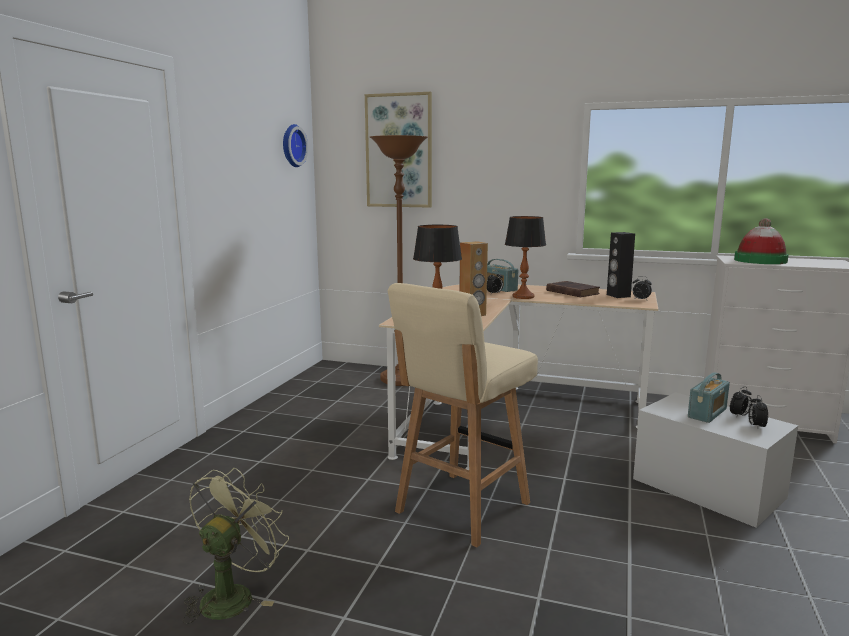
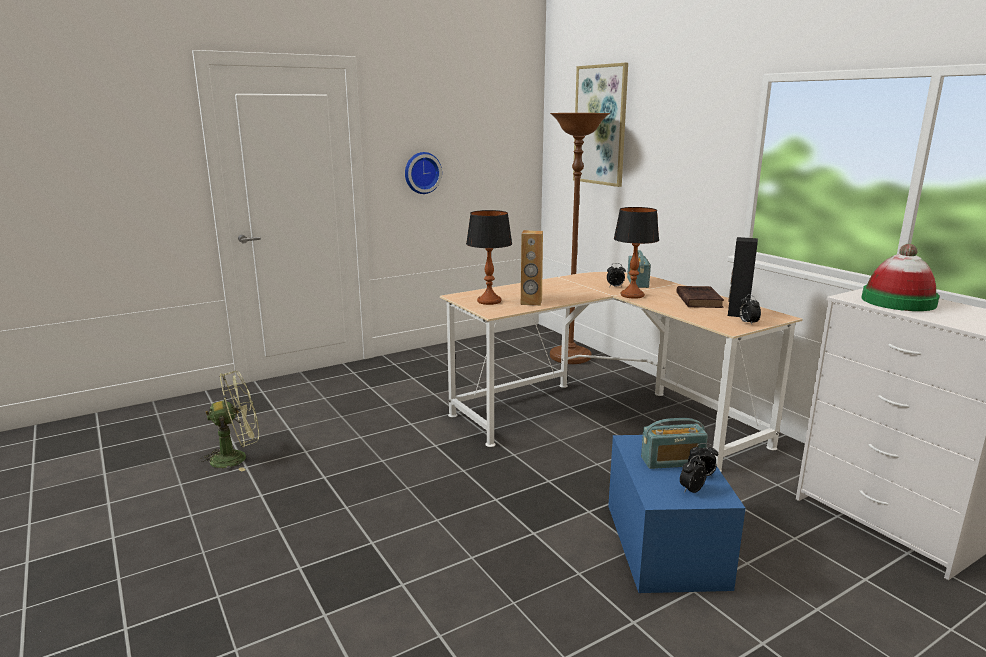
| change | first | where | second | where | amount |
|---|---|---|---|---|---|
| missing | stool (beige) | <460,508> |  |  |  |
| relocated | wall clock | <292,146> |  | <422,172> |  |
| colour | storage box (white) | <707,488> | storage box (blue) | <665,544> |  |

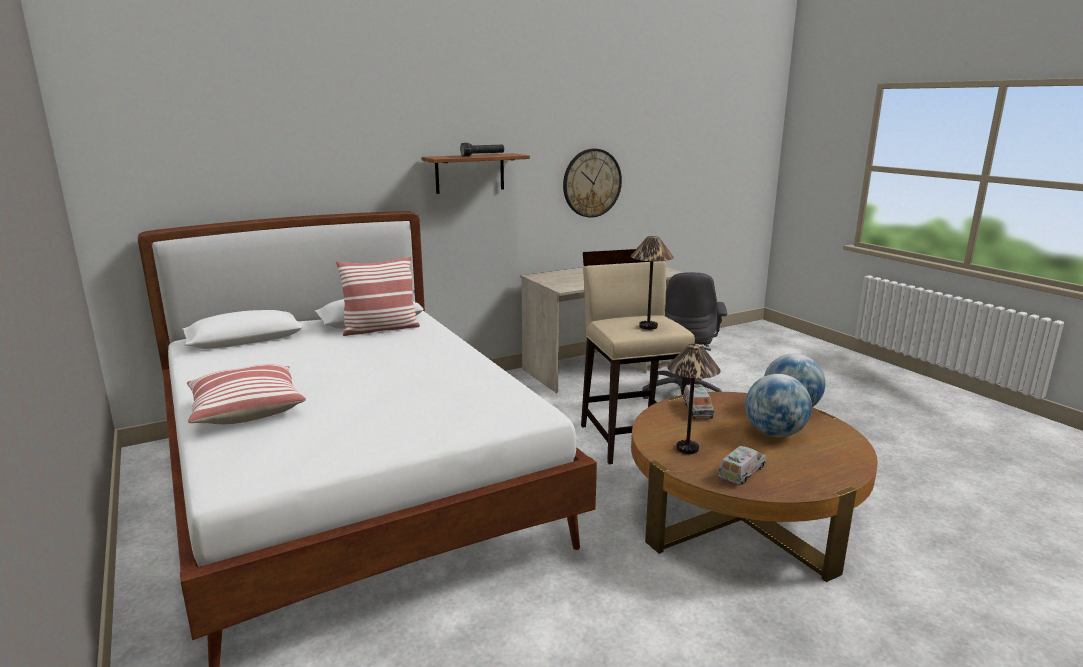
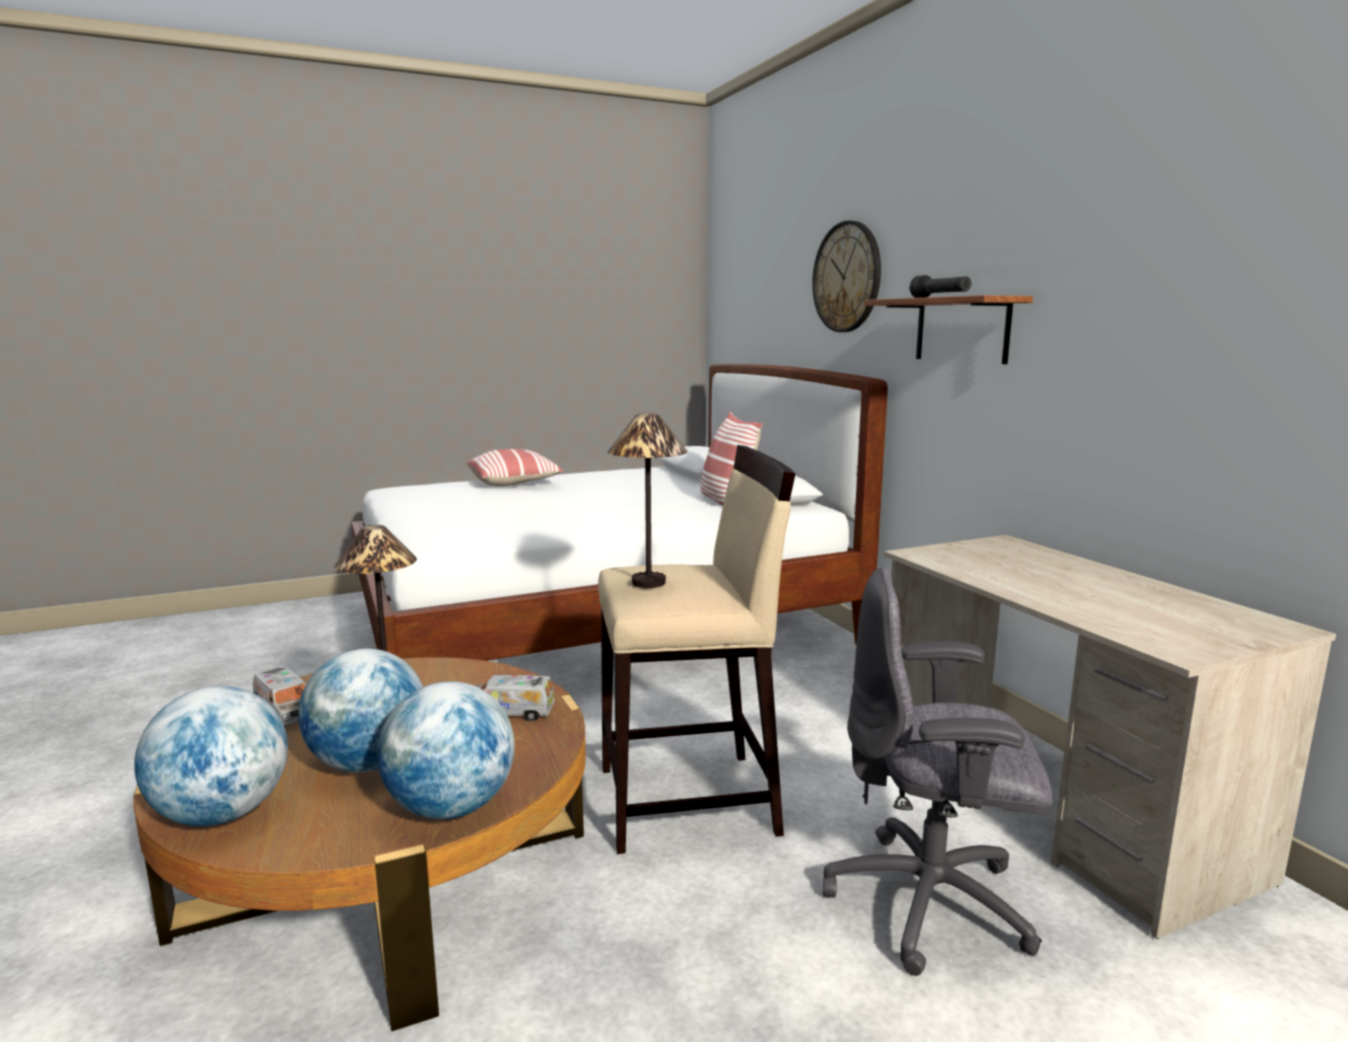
| change | first | where | second | where | amount |
|---|---|---|---|---|---|
| appeared |  |  | globe | <222,814> |  |
| relocated | wall clock | <592,183> |  | <847,277> |  |

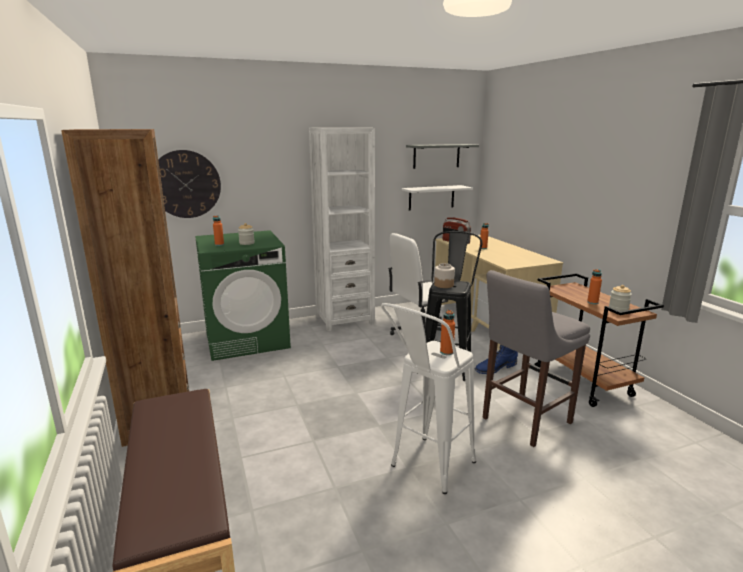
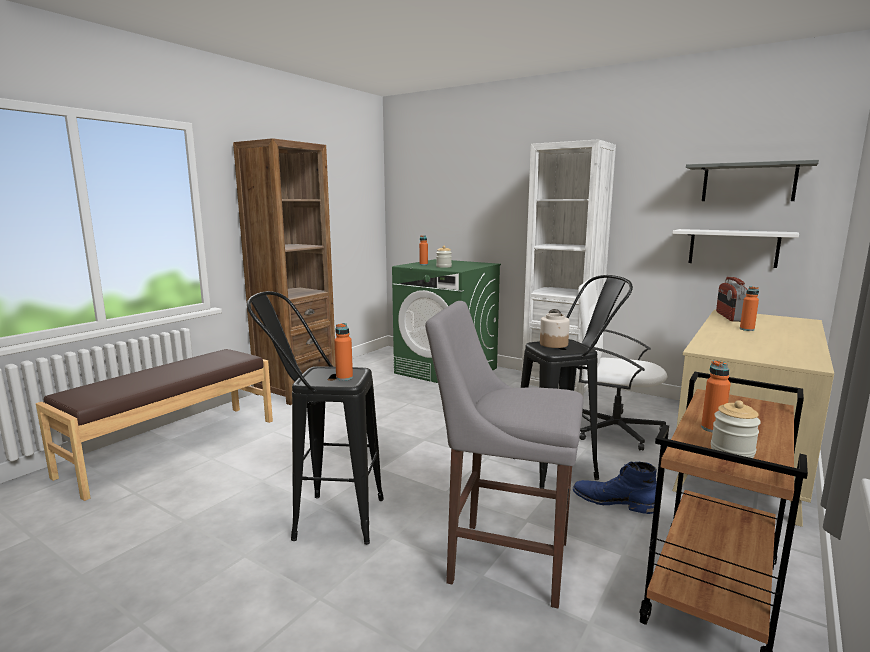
| change | first | where | second | where | amount |
|---|---|---|---|---|---|
| missing | wall clock | <185,184> |  |  |  |
| colour | stool (white) | <426,471> | stool (black) | <324,518> |  |

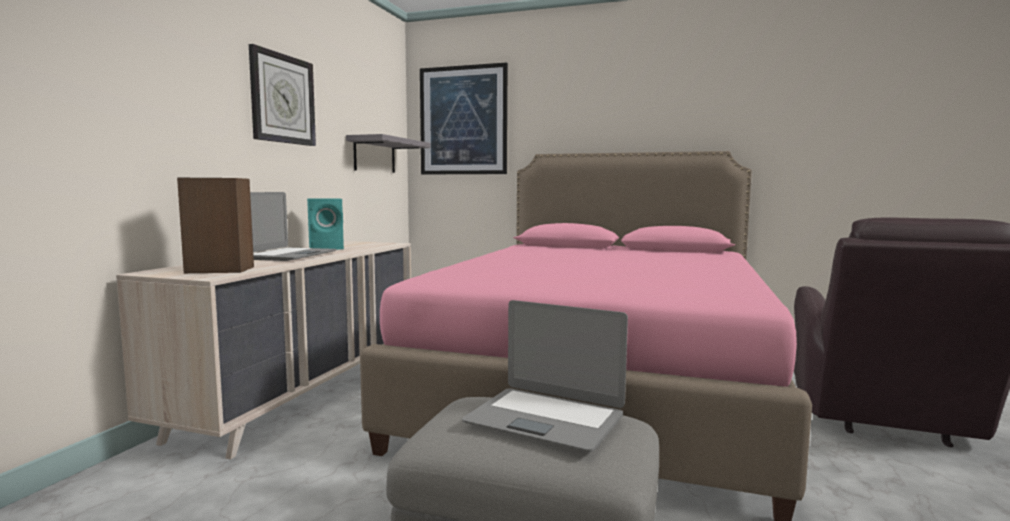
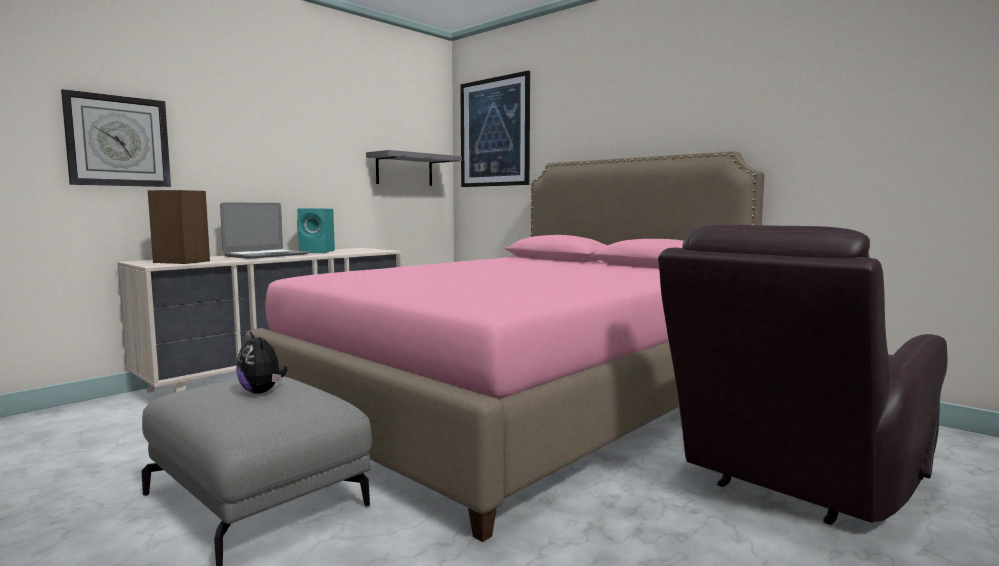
| change | first | where | second | where | amount |
|---|---|---|---|---|---|
| relocated | wall clock | <282,99> |  | <118,141> |  |
| exchanged | laptop | <545,419> | plush toy | <262,392> |  |

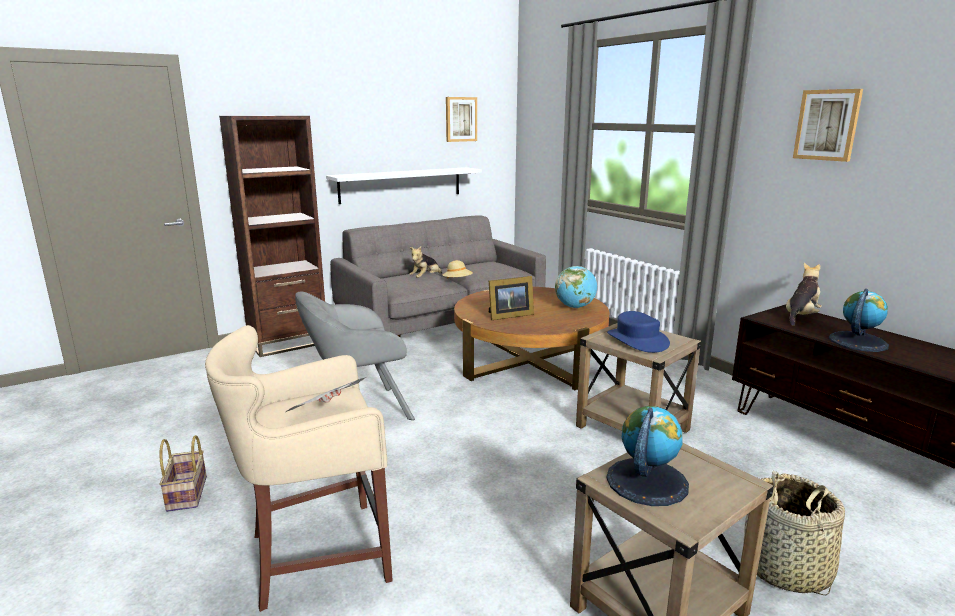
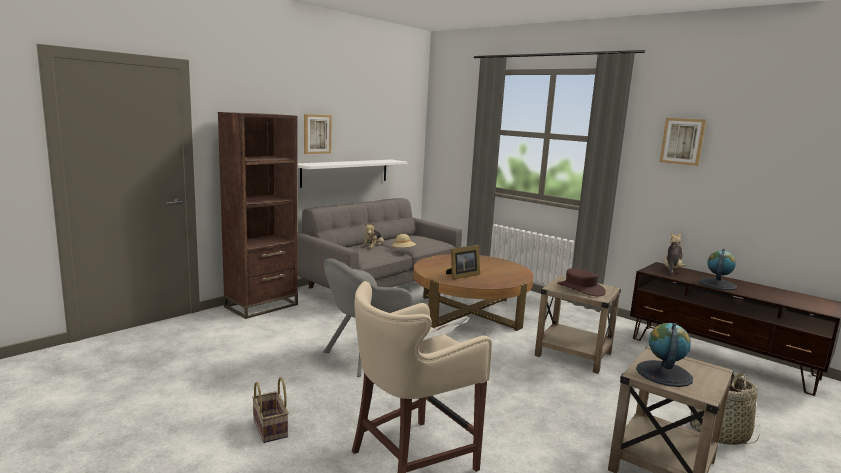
| change | first | where | second | where | amount |
|---|---|---|---|---|---|
| missing | globe | <575,307> |  |  |  |
| relocated | picture | <461,119> |  | <317,134> |  |
| colour | hat (blue) | <637,340> | hat (brown) | <580,288> |  |

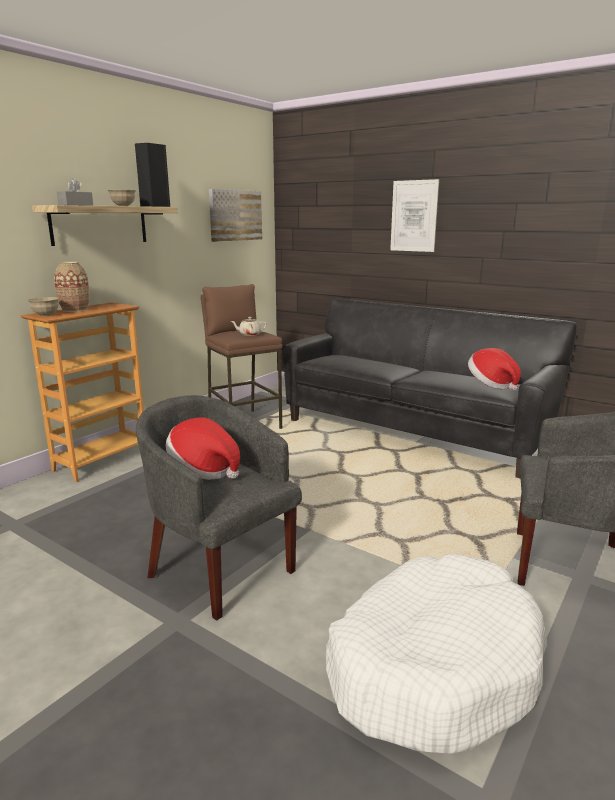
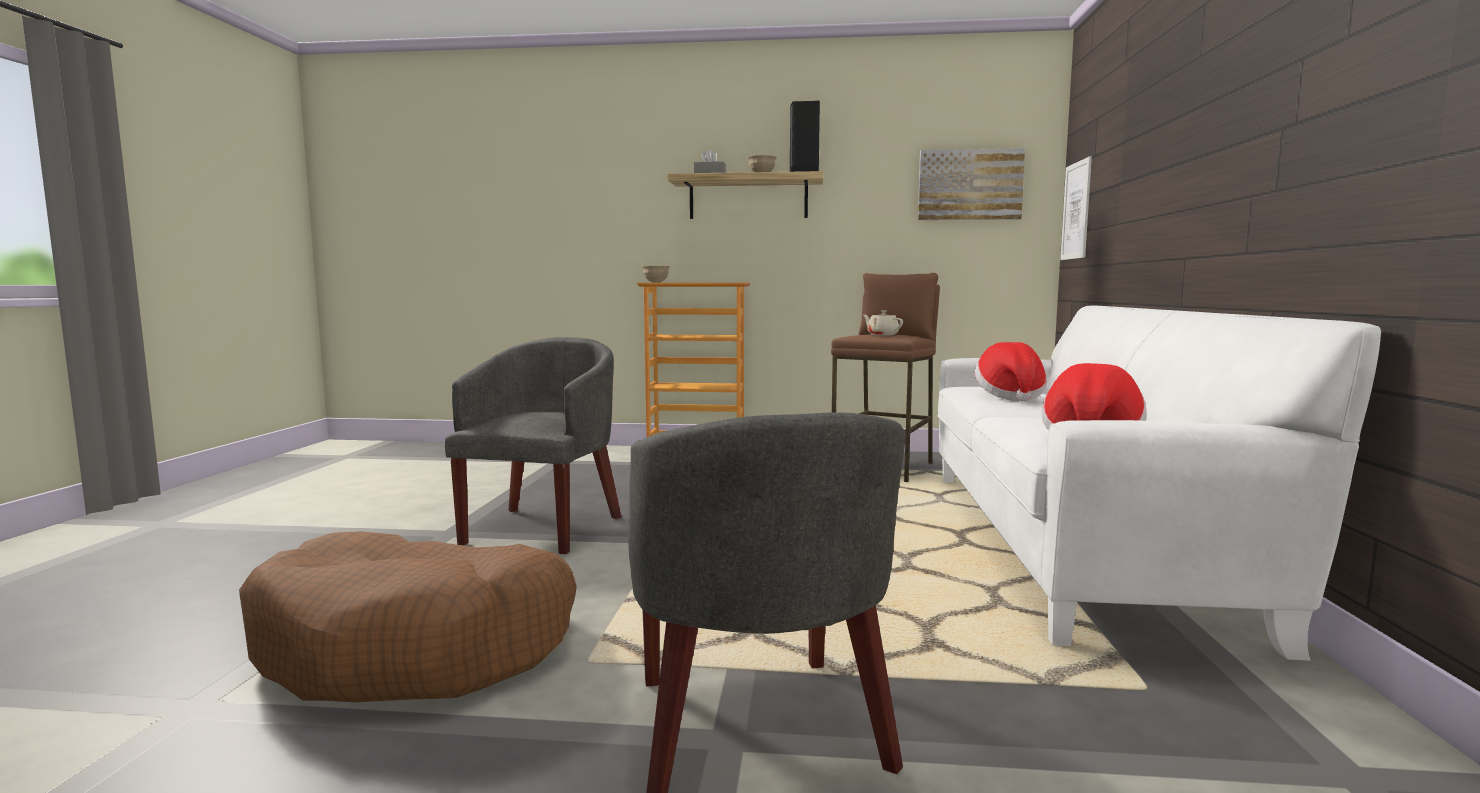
| change | first | where | second | where | amount |
|---|---|---|---|---|---|
| missing | vase | <75,310> |  |  |  |
| relocated | hat | <204,470> |  | <1009,396> |  |
| relocated | picture | <414,216> |  | <1076,210> |  |
| colour | sofa (black) | <412,432> | sofa (white) | <1068,542> |  |
| colour | dog bed (white) | <432,666> | dog bed (brown) | <419,647> |  |

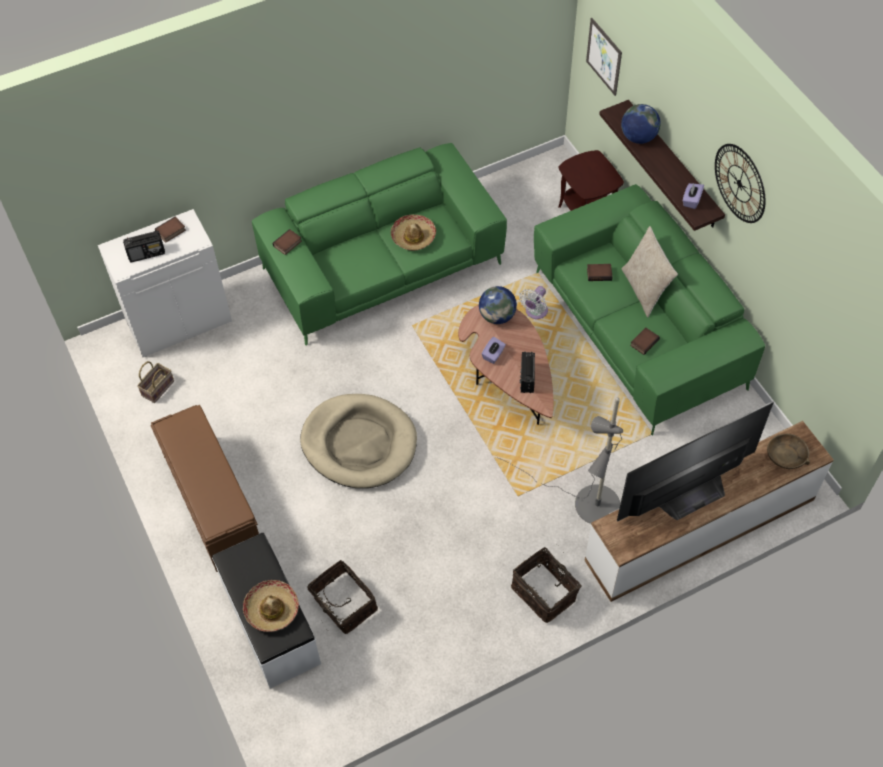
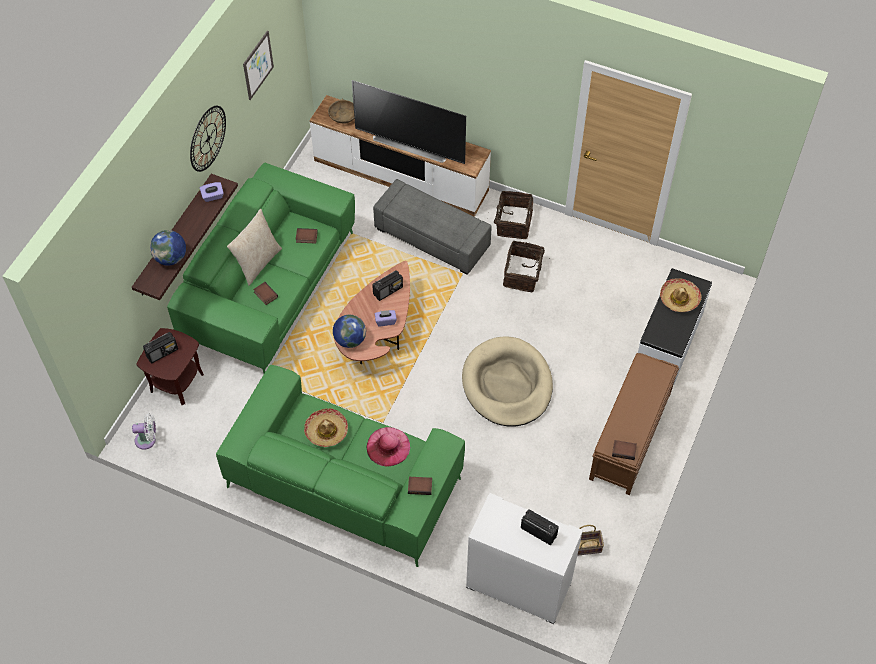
| change | first | where | second | where | amount |
|---|---|---|---|---|---|
| appeared |  |  | radio | <162,352> |  |
| appeared |  |  | hat (pink) | <388,446> |  |
| relocated | book | <171,232> |  | <624,450> |  |
| relocated | basket | <343,605> |  | <523,274> |  |
| relocated | fan (white) | <535,312> |  | <148,440> |  |
| relocated | picture | <604,56> |  | <258,65> |  |
| exchanged | floor lamp (grey) | <587,500> | ottoman (grey) | <432,238> |  |

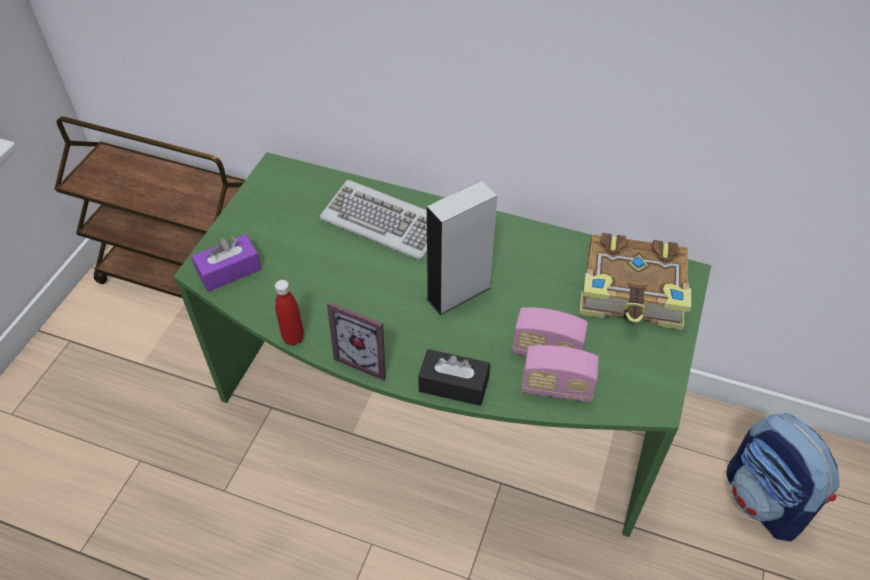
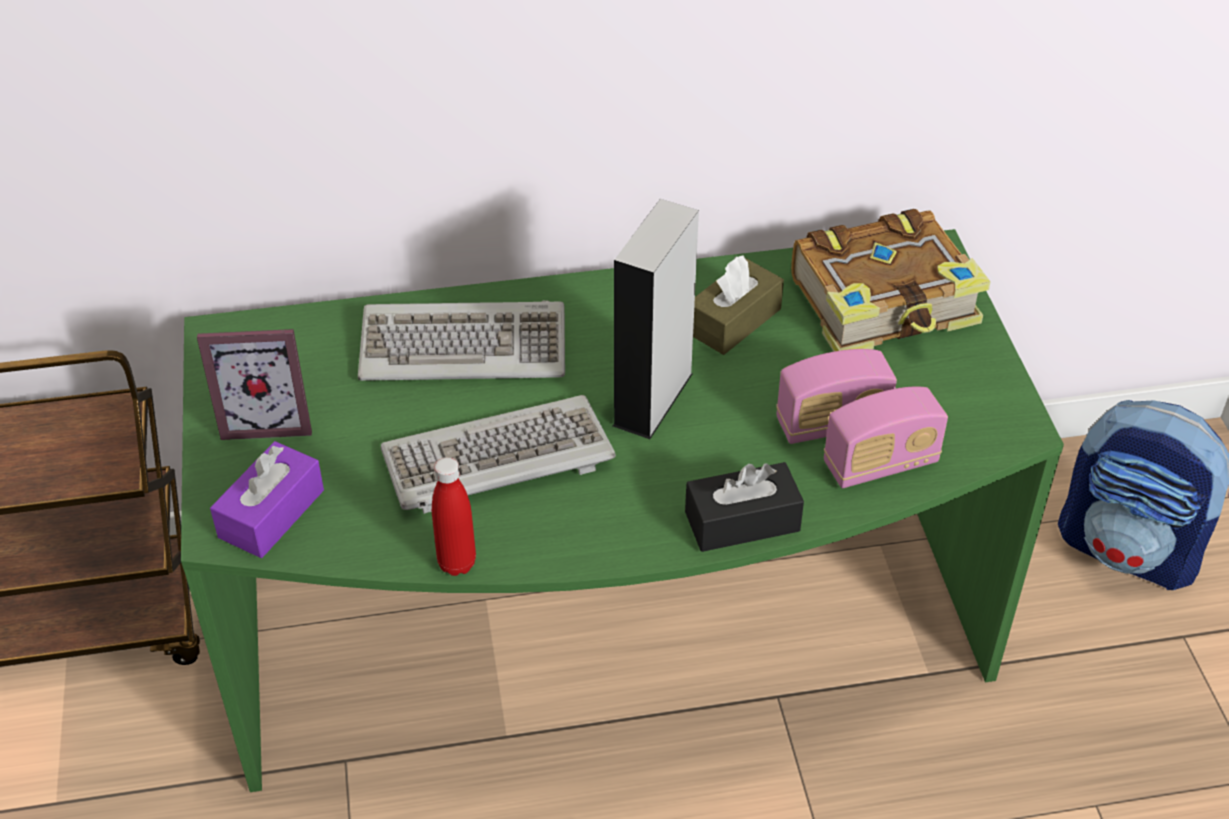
| change | first | where | second | where | amount |
|---|---|---|---|---|---|
| appeared |  |  | keyboard | <497,460> |  |
| appeared |  |  | tissue box (brown) | <733,321> |  |
| relocated | picture frame | <366,357> |  | <268,419> |  |

